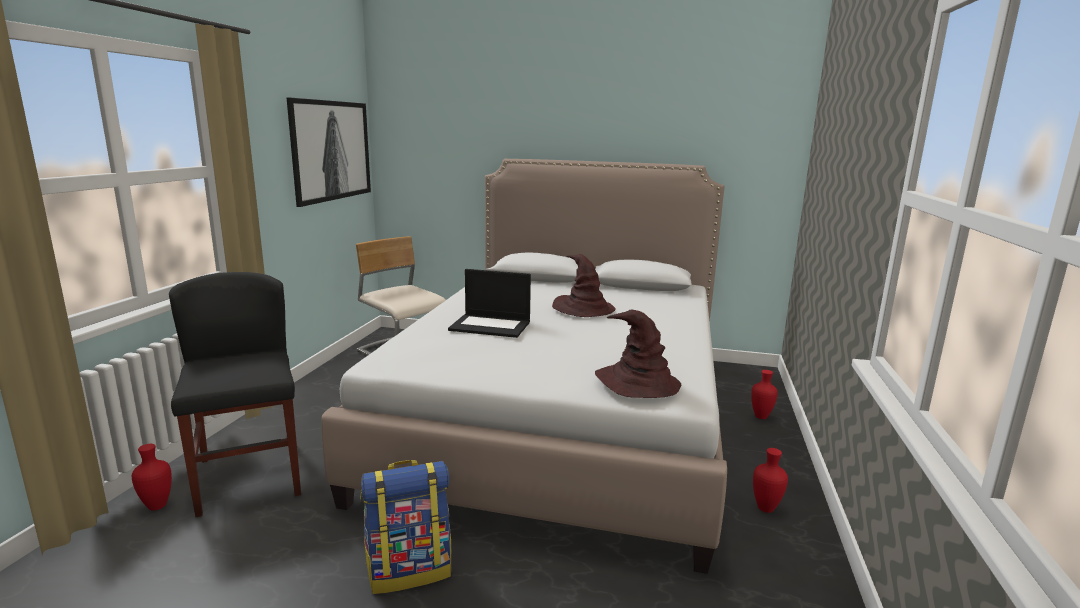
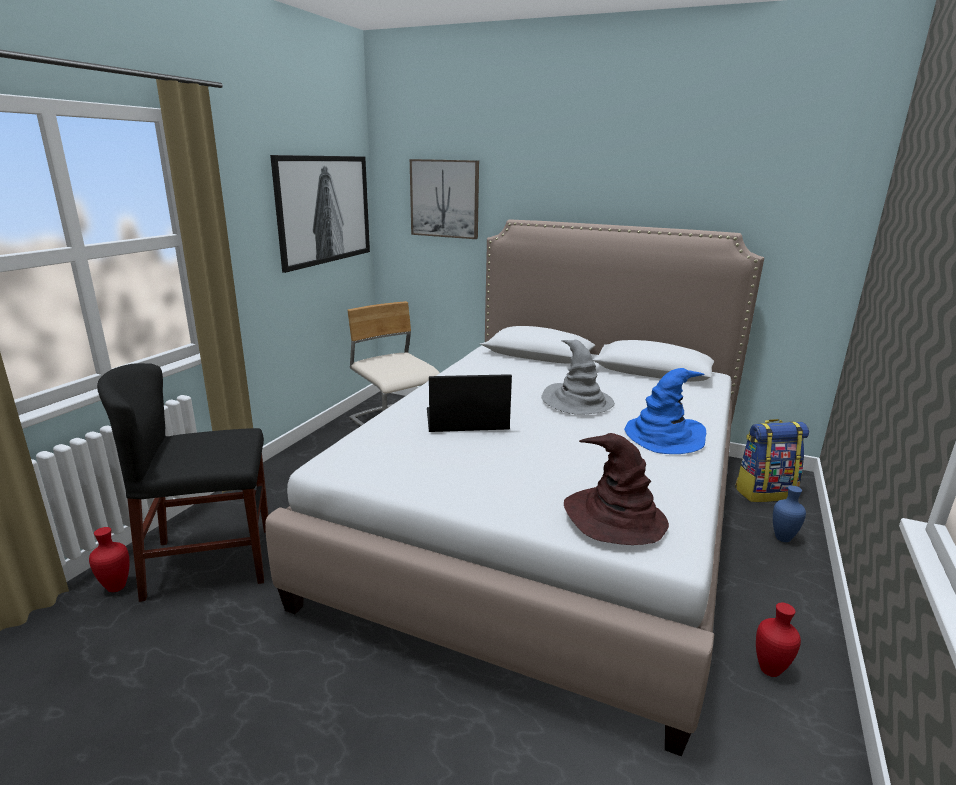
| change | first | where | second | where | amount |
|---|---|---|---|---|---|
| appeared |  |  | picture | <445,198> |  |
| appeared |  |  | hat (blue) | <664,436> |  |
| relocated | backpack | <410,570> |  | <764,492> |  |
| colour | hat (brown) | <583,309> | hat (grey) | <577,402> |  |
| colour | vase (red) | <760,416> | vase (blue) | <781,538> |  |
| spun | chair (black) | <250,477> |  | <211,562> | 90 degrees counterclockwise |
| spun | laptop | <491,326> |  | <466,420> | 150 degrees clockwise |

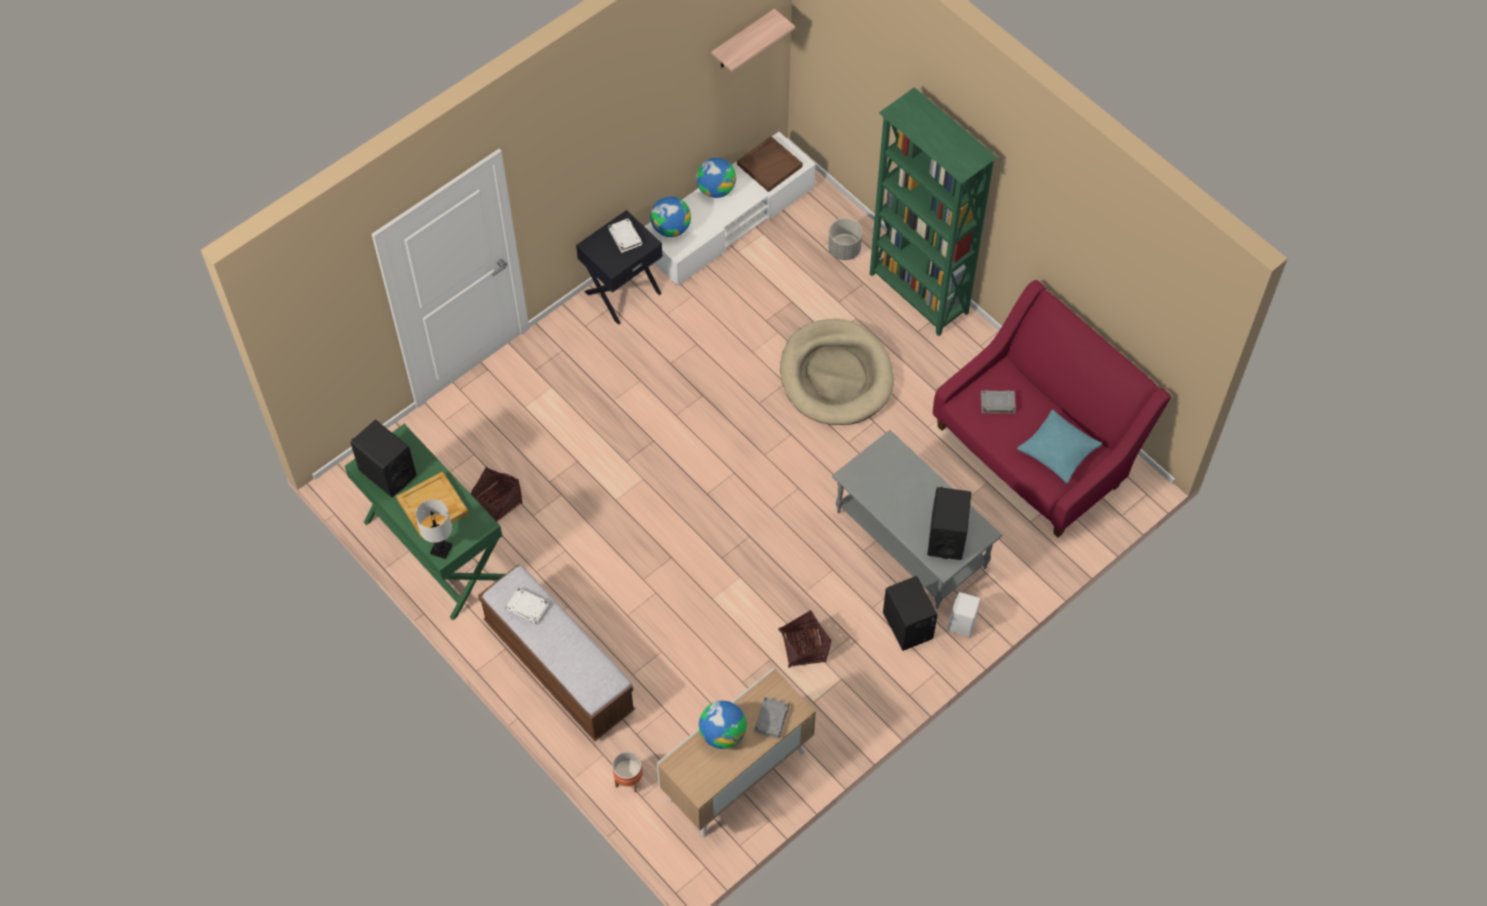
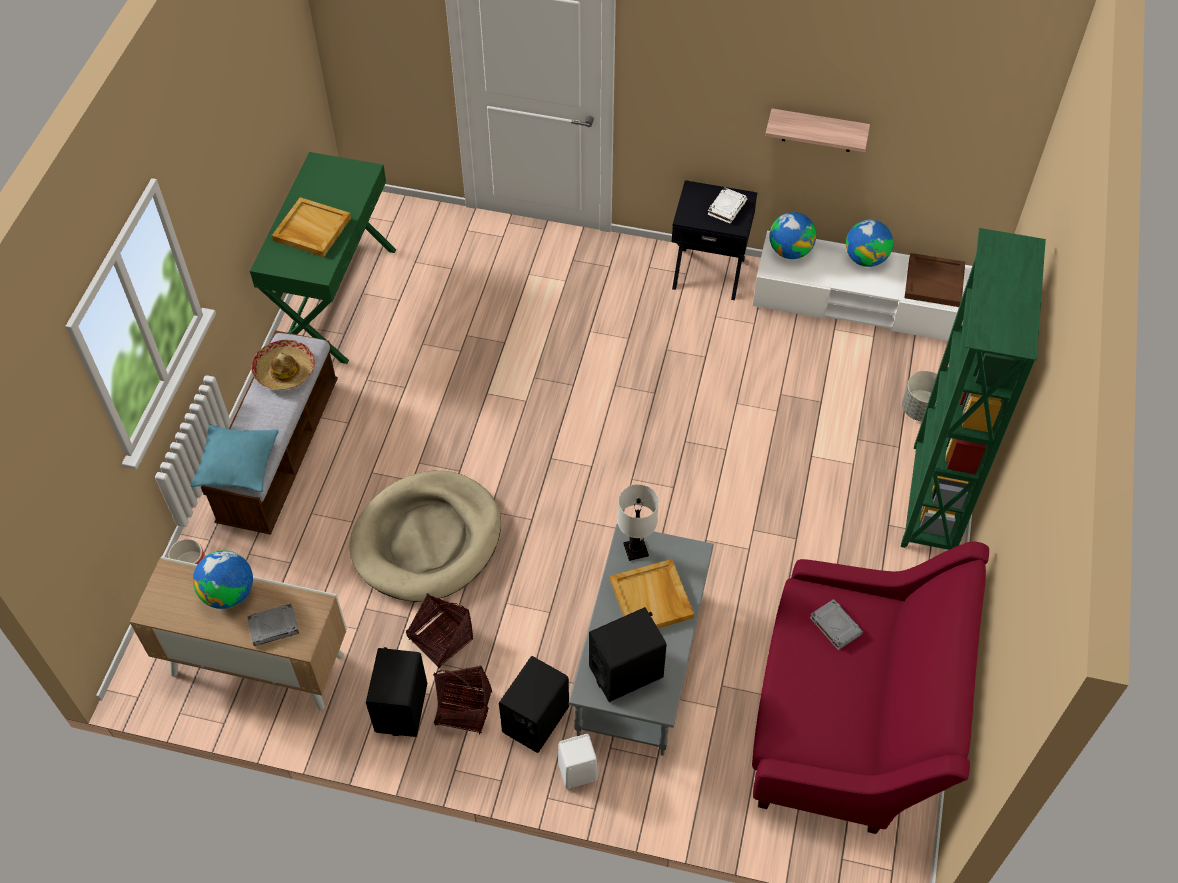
| change | first | where | second | where | amount |
|---|---|---|---|---|---|
| appeared |  |  | tray (beige) | <652,599> |  |
| relocated | speaker (black) | <387,473> |  | <401,707> |  |
| relocated | table lamp (white) | <441,549> |  | <635,550> |  |
| relocated | basket | <497,503> |  | <463,709> |  |
| relocated | shelf | <743,41> |  | <818,130> |  |
| relocated | dog bed (beige) | <836,376> |  | <427,539> |  |
| relocated | pillow (turquoise) | <1058,451> |  | <237,464> |  |
| exchanged | book (white) | <528,607> | hat | <284,370> |  |

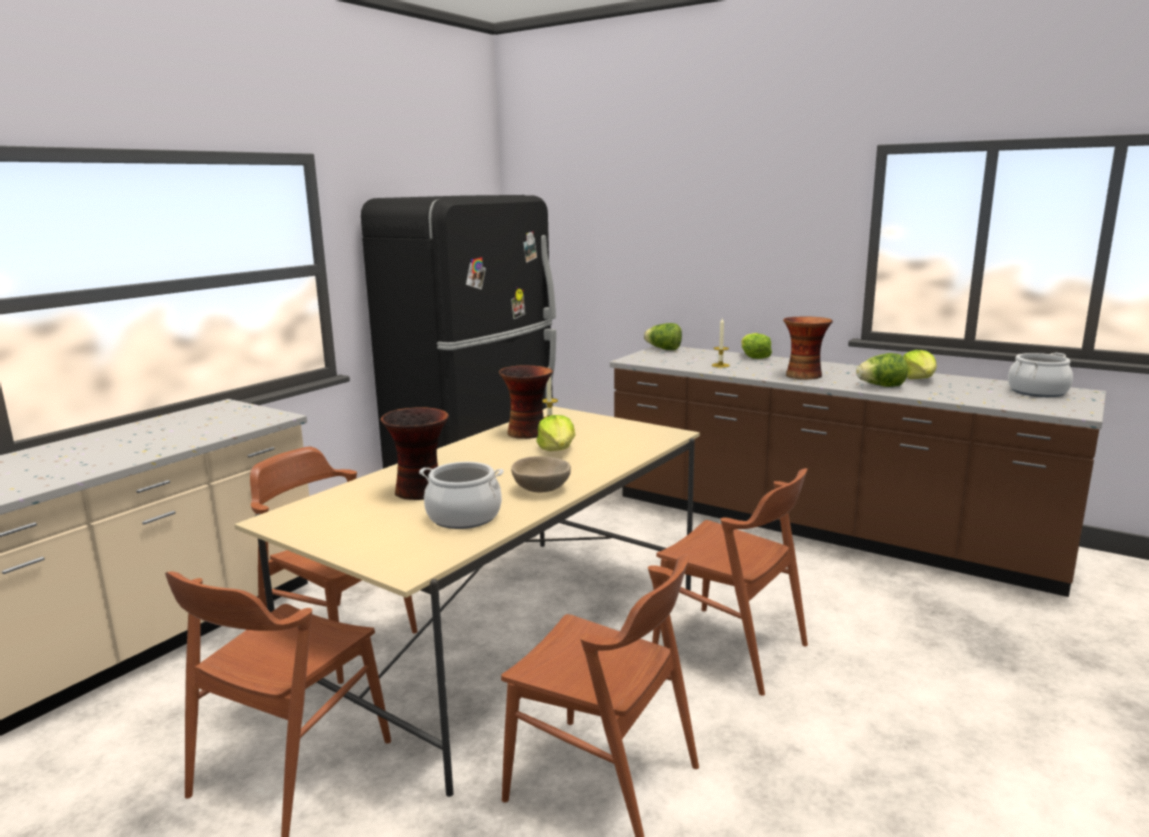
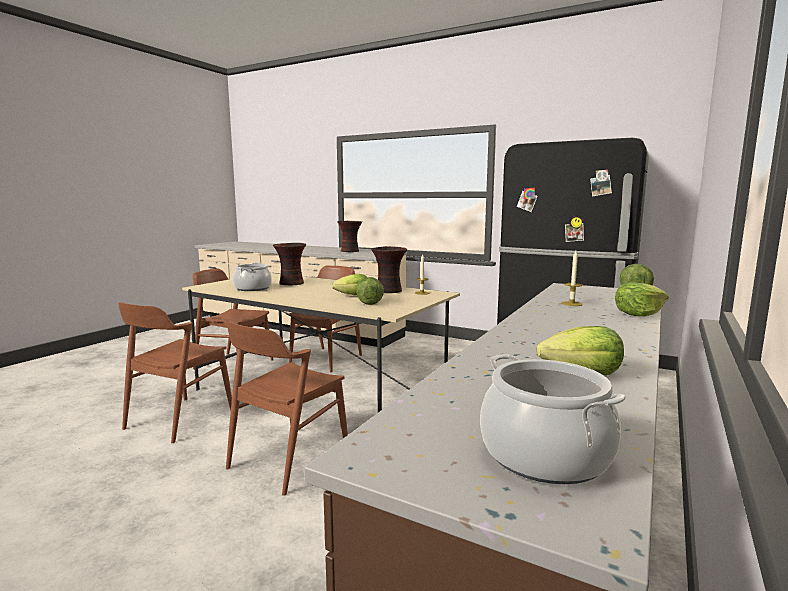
| change | first | where | second | where | amount |
|---|---|---|---|---|---|
| missing | bowl (beige) | <541,490> |  |  |  |
| relocated | vase | <803,375> |  | <350,251> |  |
| relocated | lettuce | <881,386> |  | <368,302> |  |

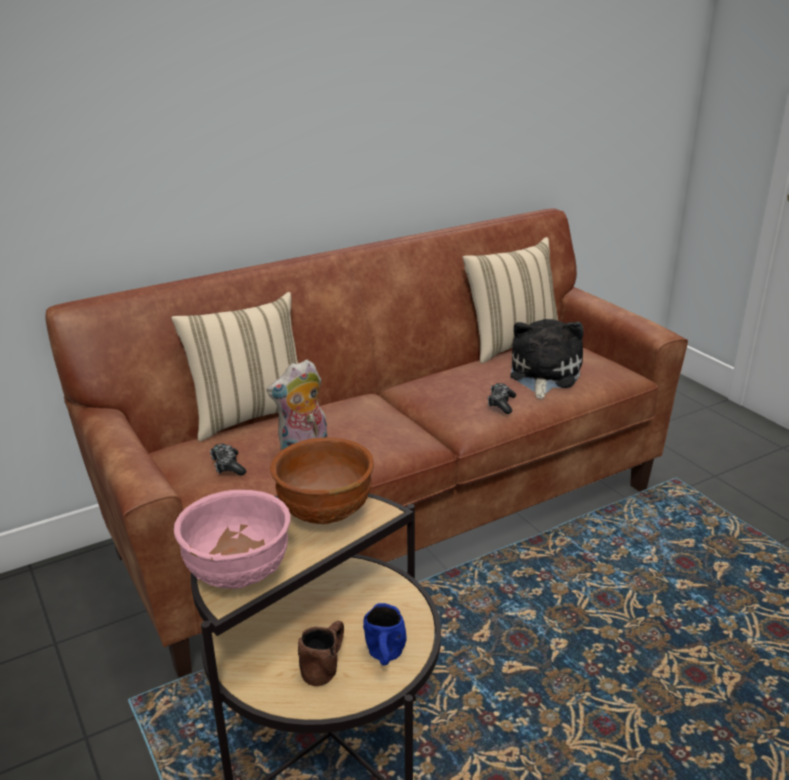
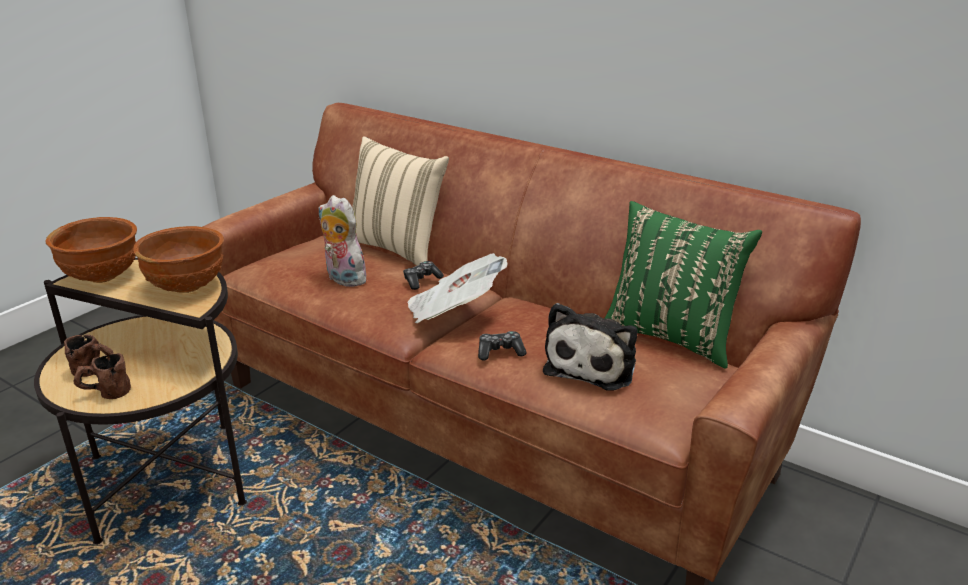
| change | first | where | second | where | amount |
|---|---|---|---|---|---|
| appeared |  |  | newspaper | <454,311> |  |
| relocated | game controller | <228,466> |  | <421,280> |  |
| colour | bowl (pink) | <240,574> | bowl (brown) | <103,277> |  |
| colour | mug (blue) | <385,658> | mug (brown) | <105,393> |  |
| colour | pillow (beige) | <510,344> | pillow (green) | <670,337> |  |
| spun | plush toy | <543,375> |  | <593,365> | 120 degrees clockwise |

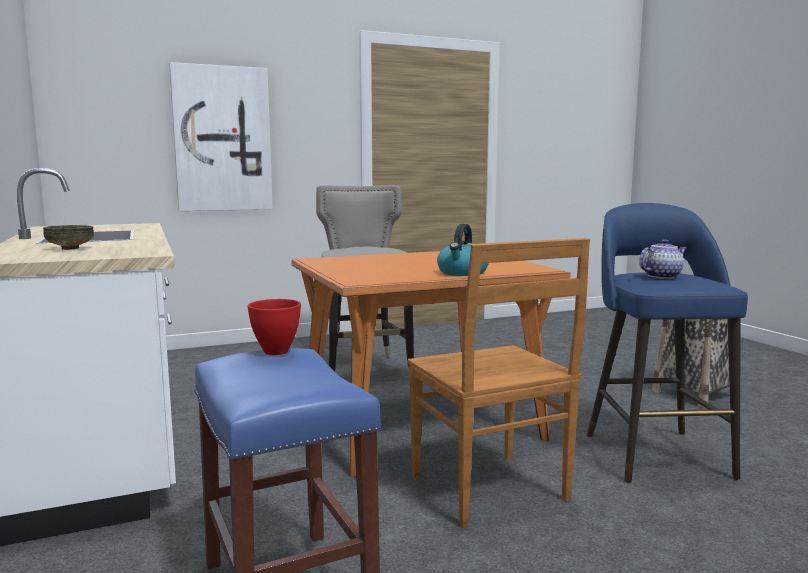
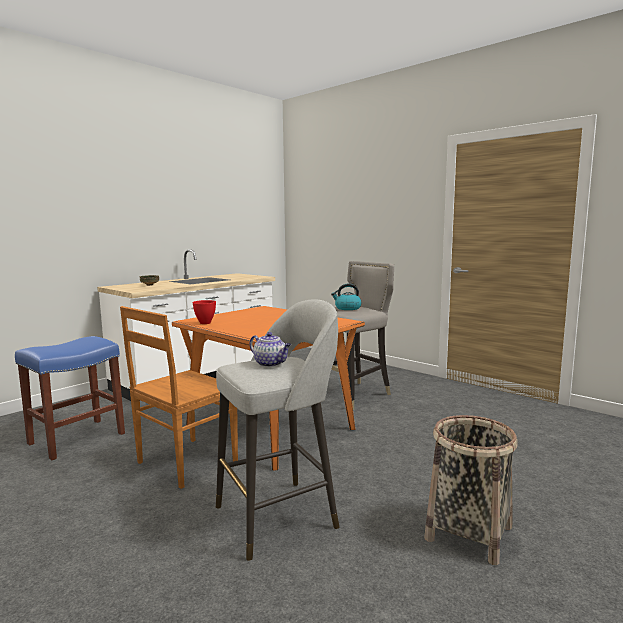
| change | first | where | second | where | amount |
|---|---|---|---|---|---|
| missing | picture | <222,139> |  |  |  |
| relocated | bowl (red) | <274,352> |  | <204,323> |  |
| relocated | kettle | <462,273> |  | <347,308> |  |
| colour | stool (blue) | <655,453> | stool (grey) | <279,516> |  |

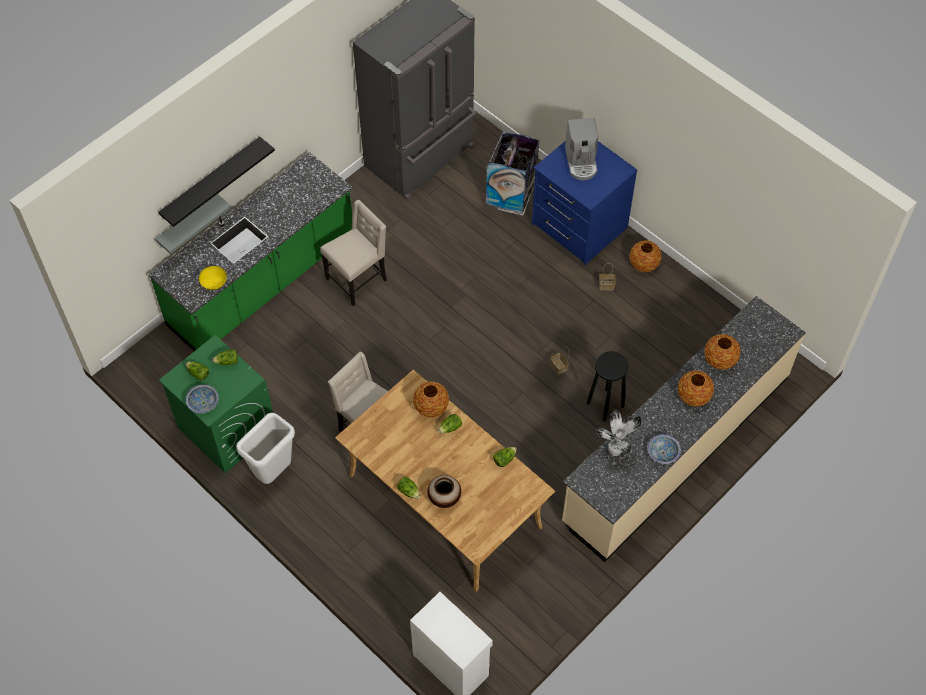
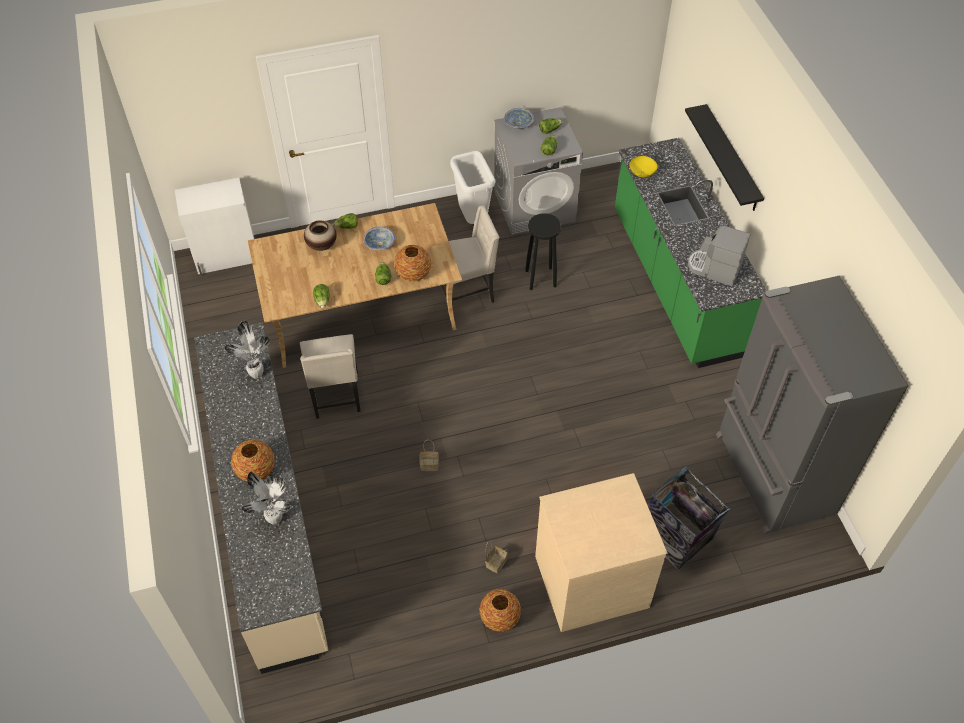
| change | first | where | second | where | amount |
|---|---|---|---|---|---|
| missing | shelf (grey) | <188,222> |  |  |  |
| relocated | chair (beige) | <358,279> |  | <336,396> |  |
| relocated | coffee machine | <581,162> |  | <713,269> |  |
| relocated | stool (black) | <605,405> |  | <540,278> |  |
| relocated | bowl | <663,453> |  | <379,244> |  |
| exchanged | vase | <720,360> | potted plant | <274,520> |  |
| colour | washing machine (green) | <226,428> | washing machine (grey) | <535,206> |  |
| colour | dresser (blue) | <578,226> | dresser (beige) | <591,580> |  |

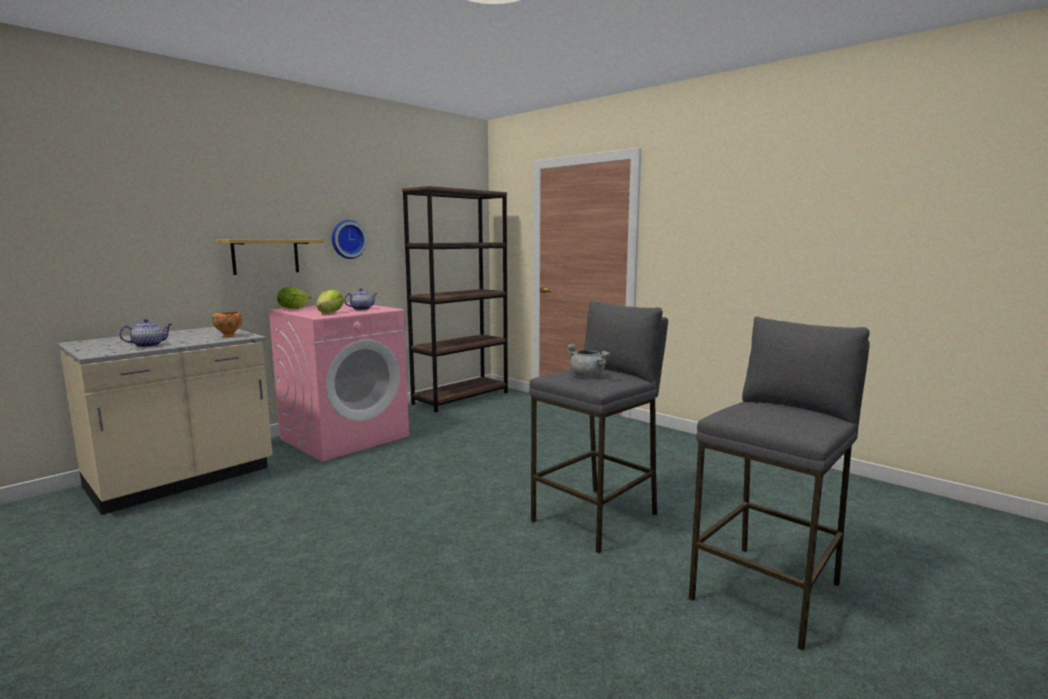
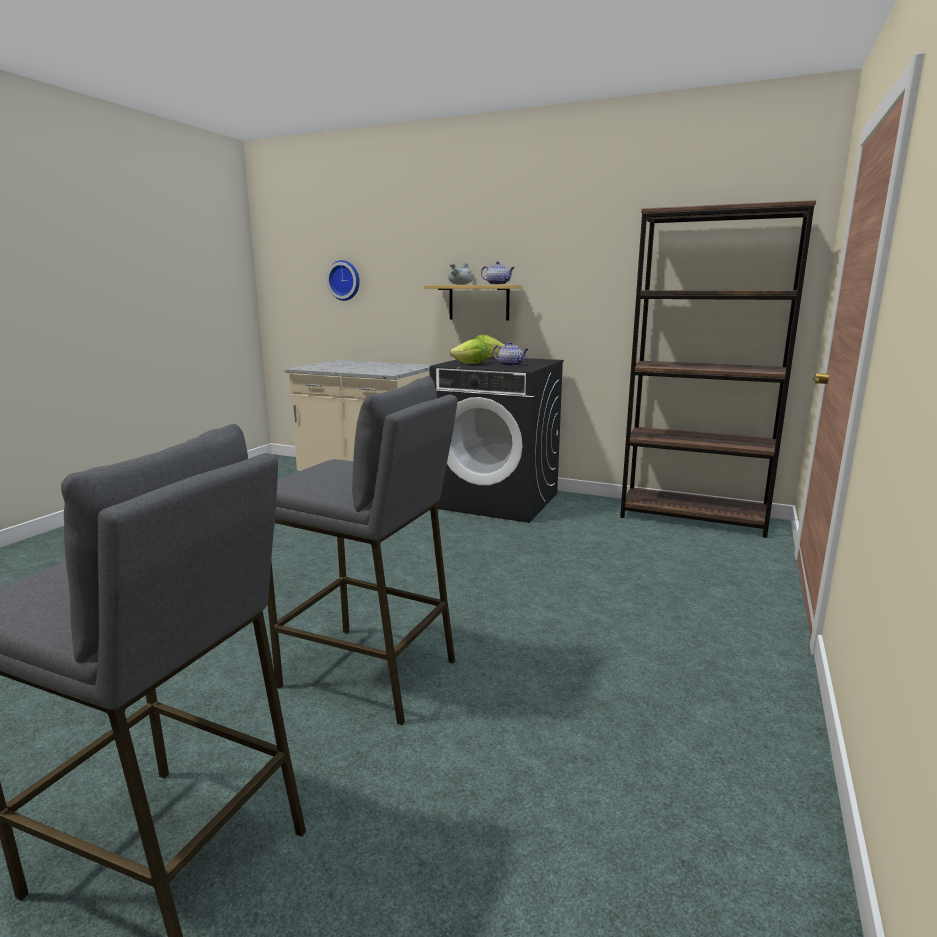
| change | first | where | second | where | amount |
|---|---|---|---|---|---|
| missing | bowl (orange) | <229,336> |  |  |  |
| relocated | teapot | <149,345> |  | <498,284> |  |
| relocated | wall clock | <347,239> |  | <345,280> |  |
| relocated | cooking pot (grey) | <588,376> |  | <460,284> |  |
| colour | washing machine (pink) | <345,437> | washing machine (black) | <497,500> |  |

